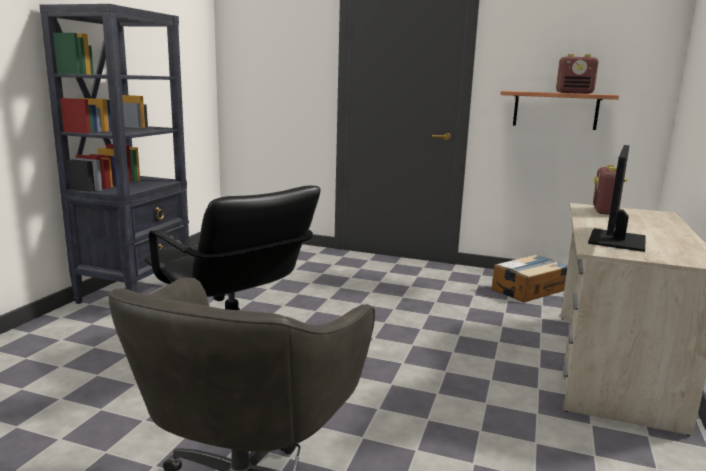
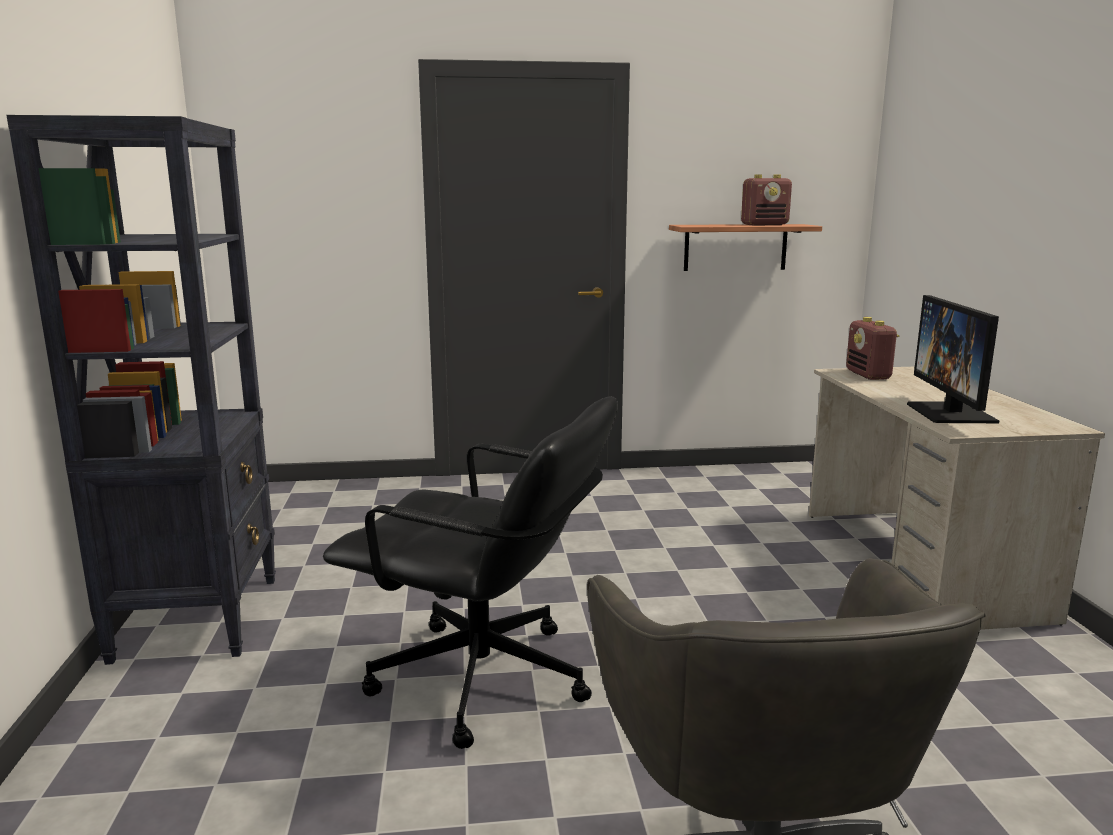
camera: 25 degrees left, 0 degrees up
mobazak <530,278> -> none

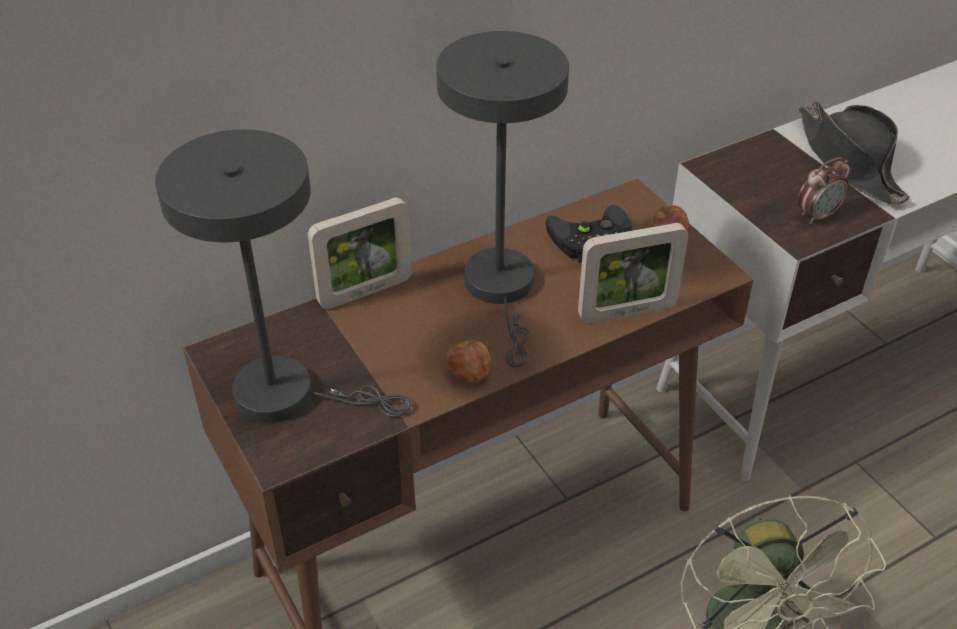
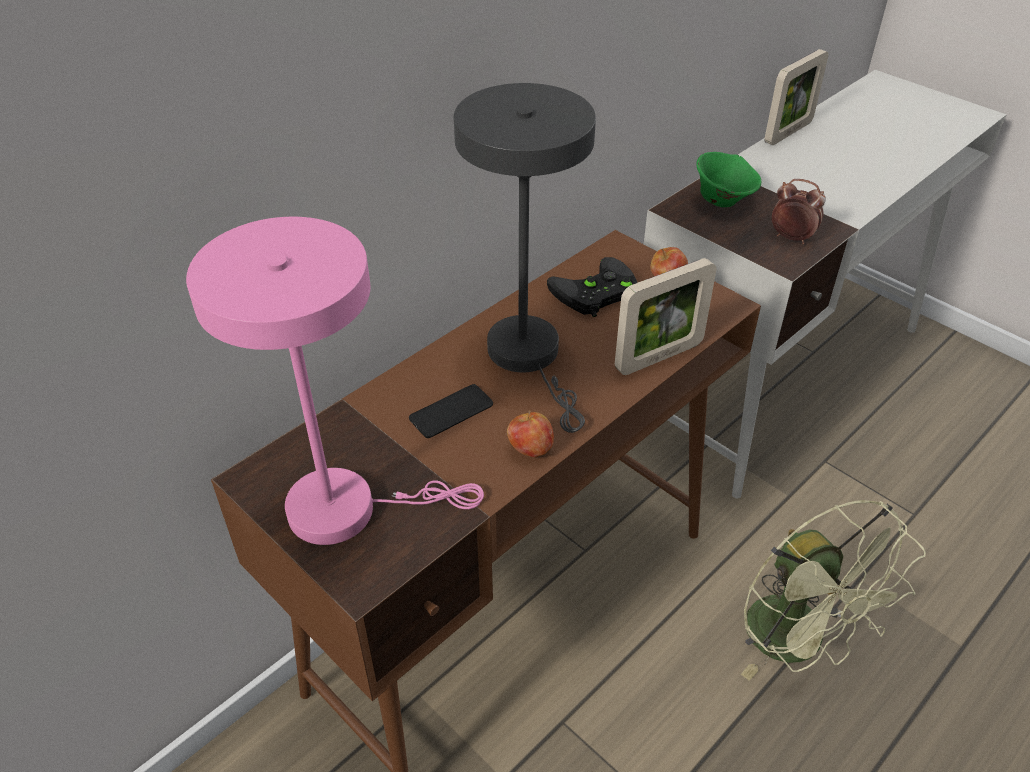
camera: 15 degrees left, 0 degrees up
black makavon <854,153> -> none
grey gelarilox <282,276> -> pink gelarilox <335,381>
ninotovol <824,190> -> ninotovol <799,211>, 105 degrees counterclockwise
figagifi <360,253> -> figagifi <796,97>, move
none -> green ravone <728,179>
none -> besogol <451,411>

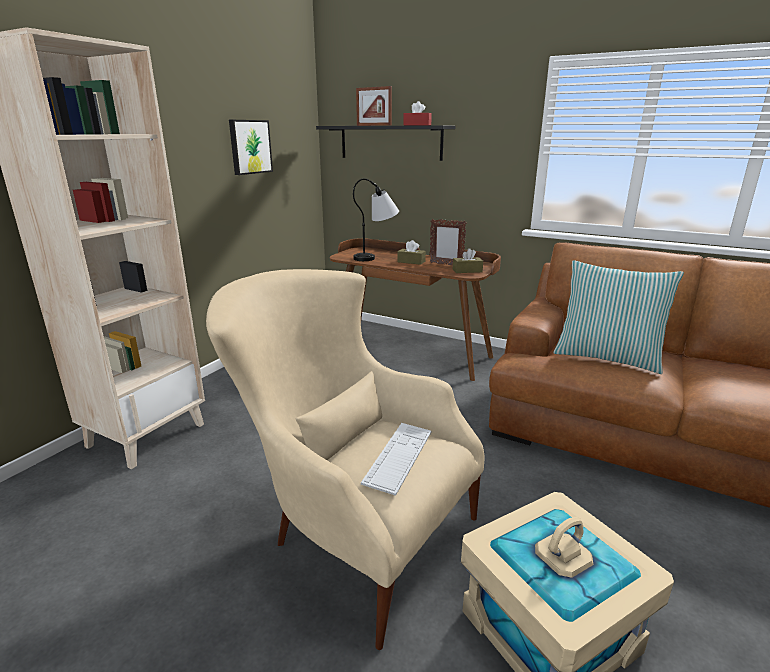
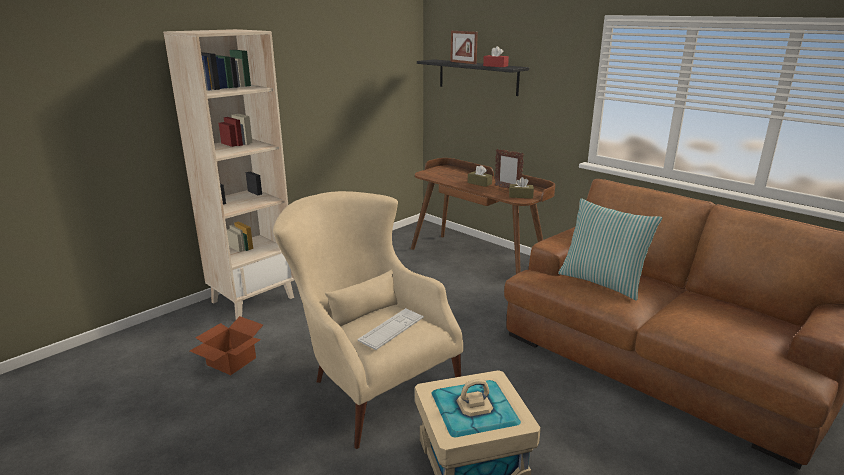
camera: 15 degrees right, 0 degrees up
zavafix <251,147> -> none
gelarilox <376,220> -> none
none -> mobazak <226,345>

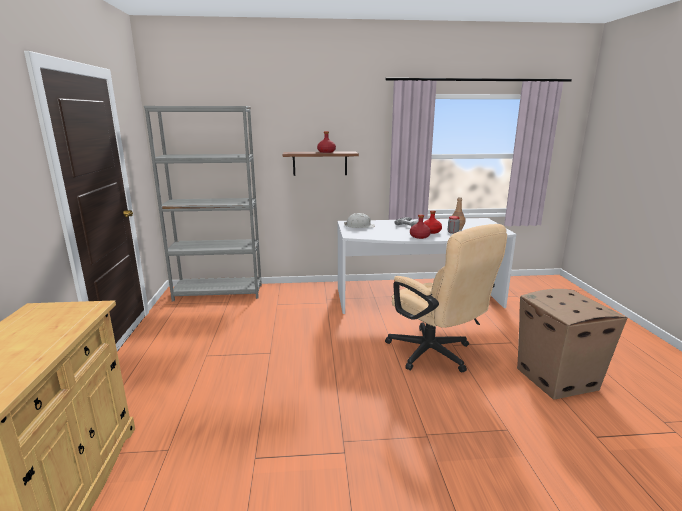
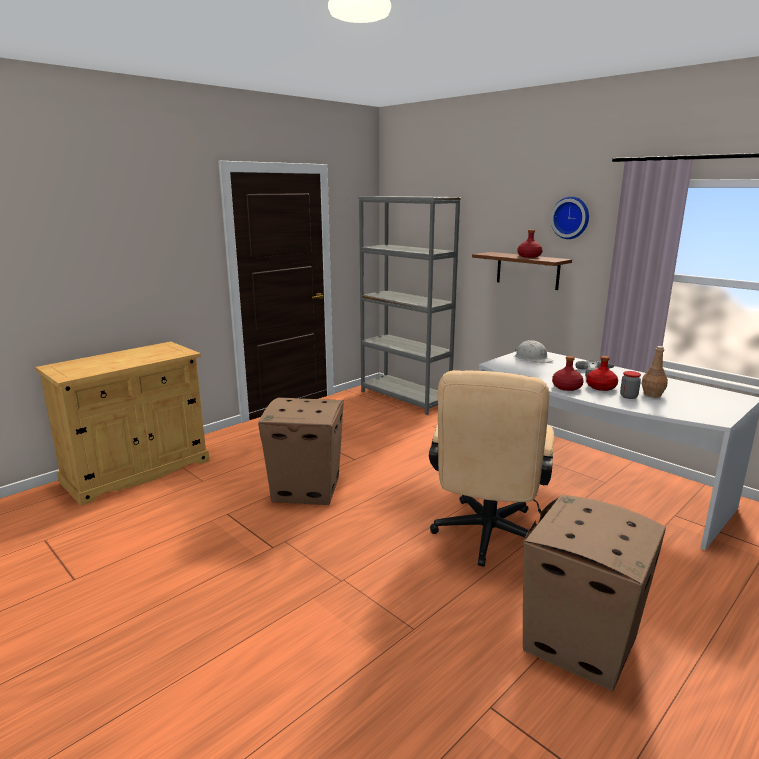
camera: 50 degrees right, 0 degrees up
none -> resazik <570,217>
none -> mobazak <301,451>

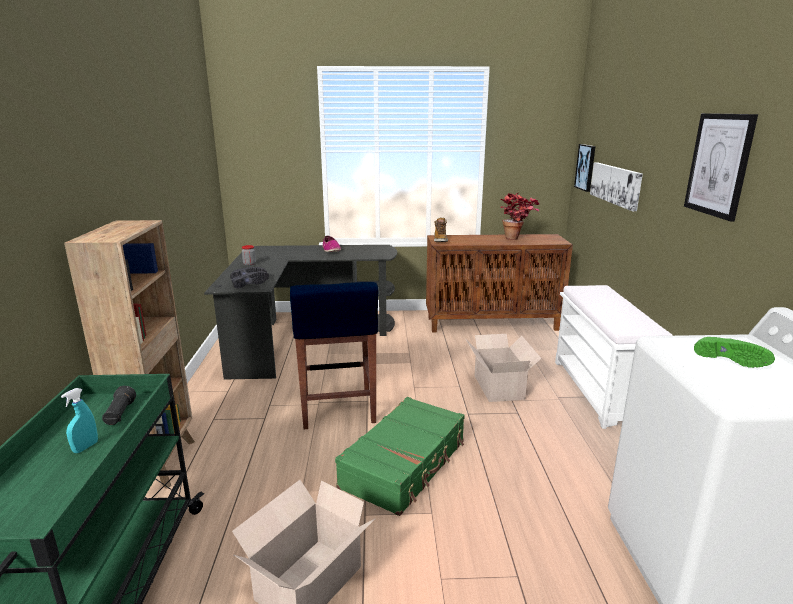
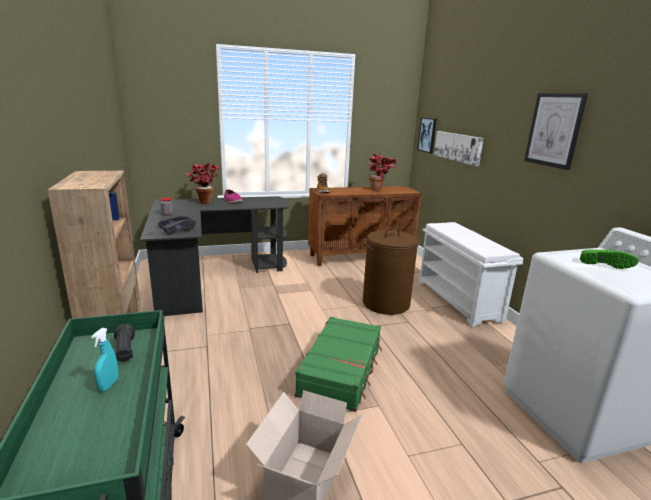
camera: 15 degrees left, 0 degrees up
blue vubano <334,355> -> none
mobazak <504,368> -> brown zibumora <391,270>
none -> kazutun <202,183>

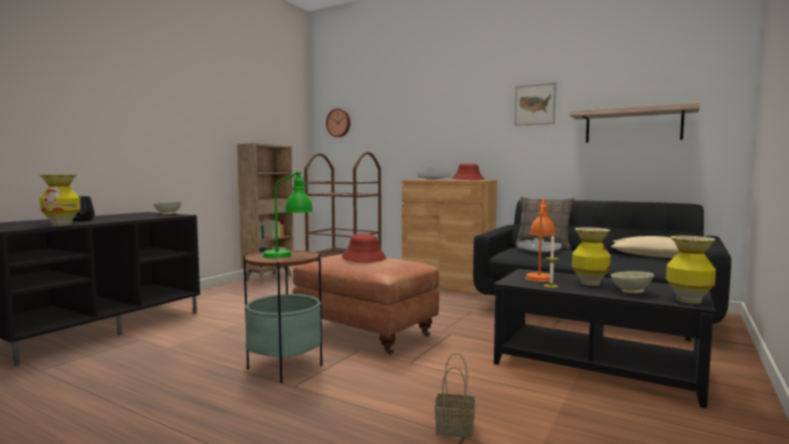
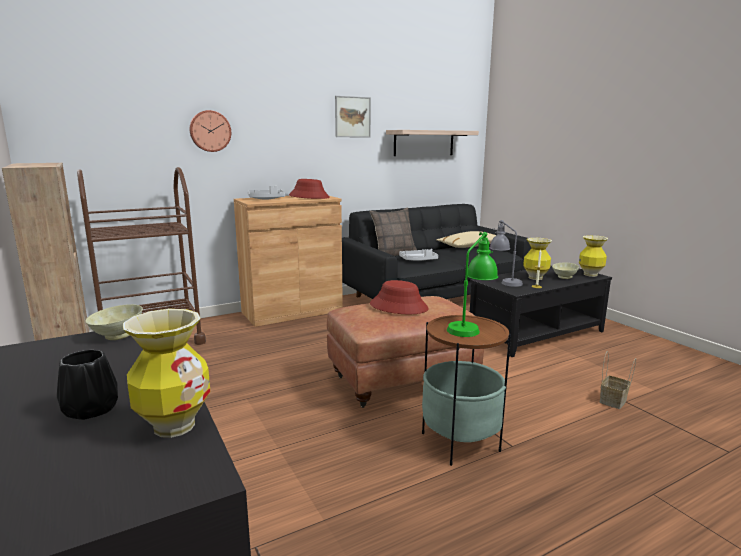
camera: 60 degrees left, 10 degrees up
resazik <338,123> -> resazik <210,131>, move
orange gelarilox <540,240> -> grey gelarilox <506,253>

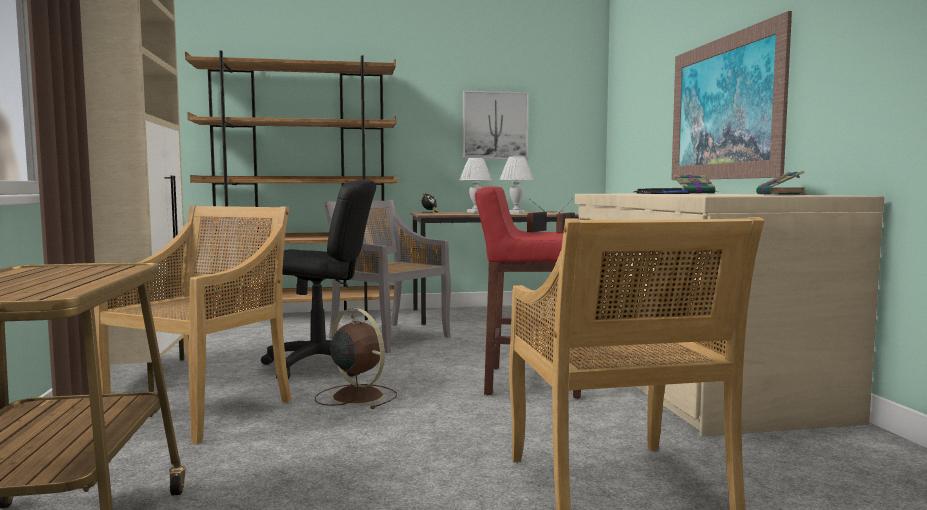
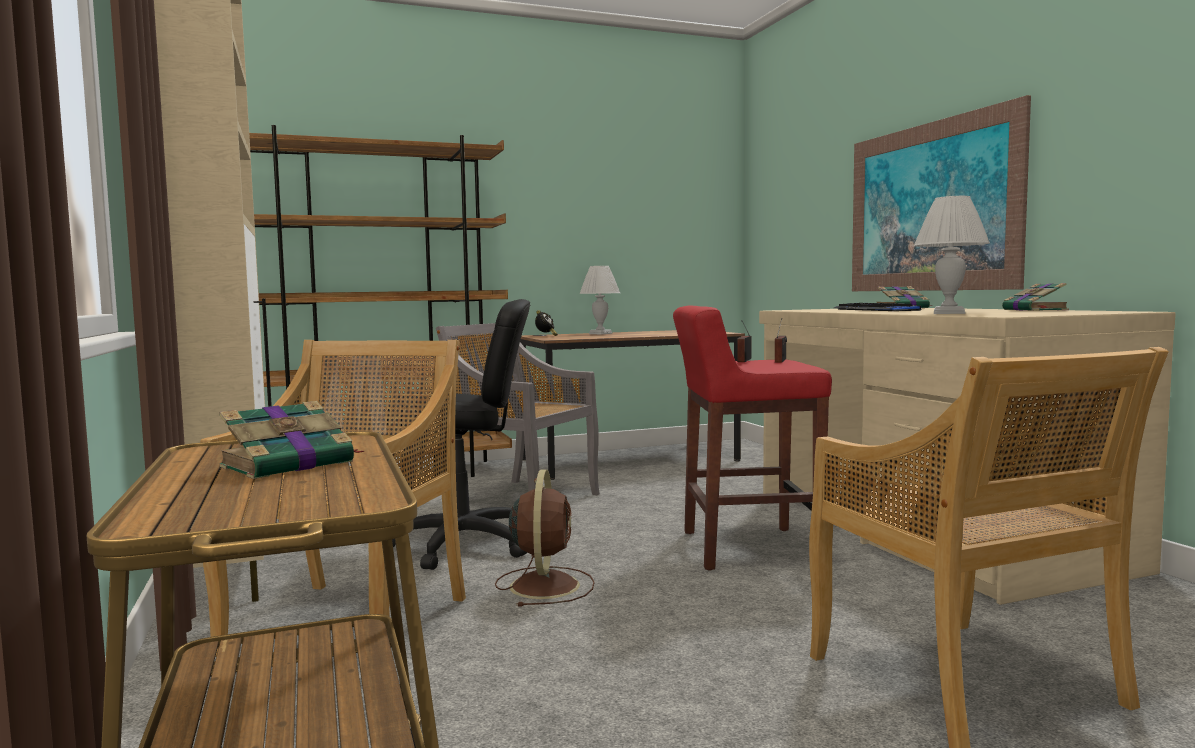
camera: 10 degrees left, 0 degrees up
zavafix <496,125> -> none
white gelarilox <517,185> -> white gelarilox <952,255>, move
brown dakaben <356,358> -> brown dakaben <545,538>, 60 degrees clockwise
none -> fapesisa <291,440>

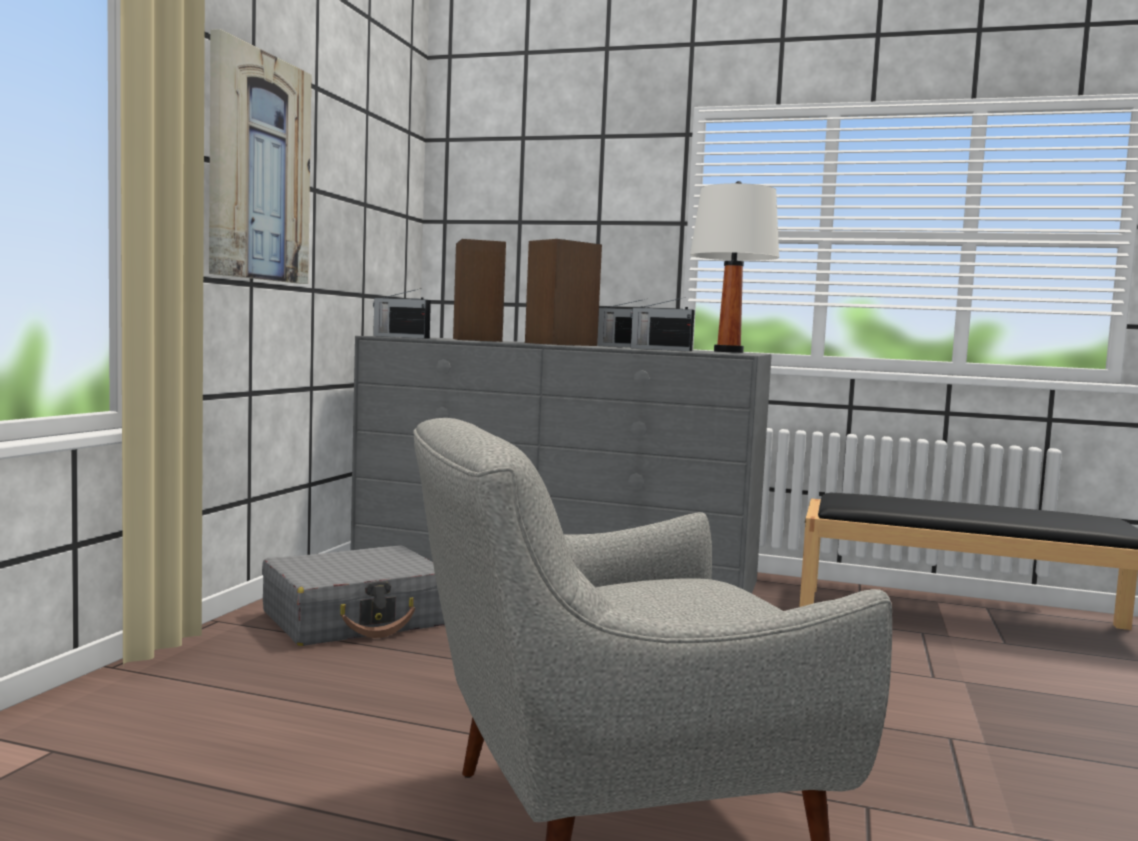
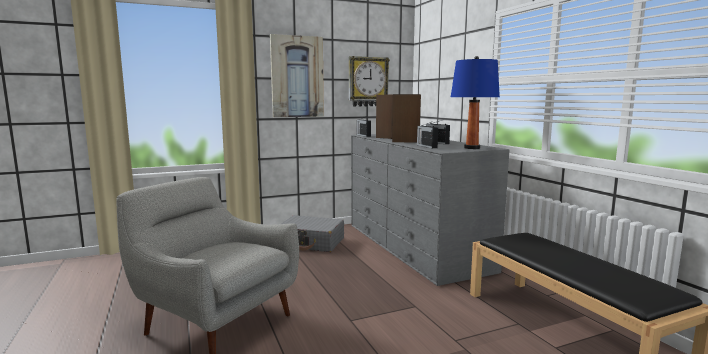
camera: 50 degrees right, 5 degrees up
white gelarilox <734,267> -> blue gelarilox <475,102>
none -> resazik <369,81>

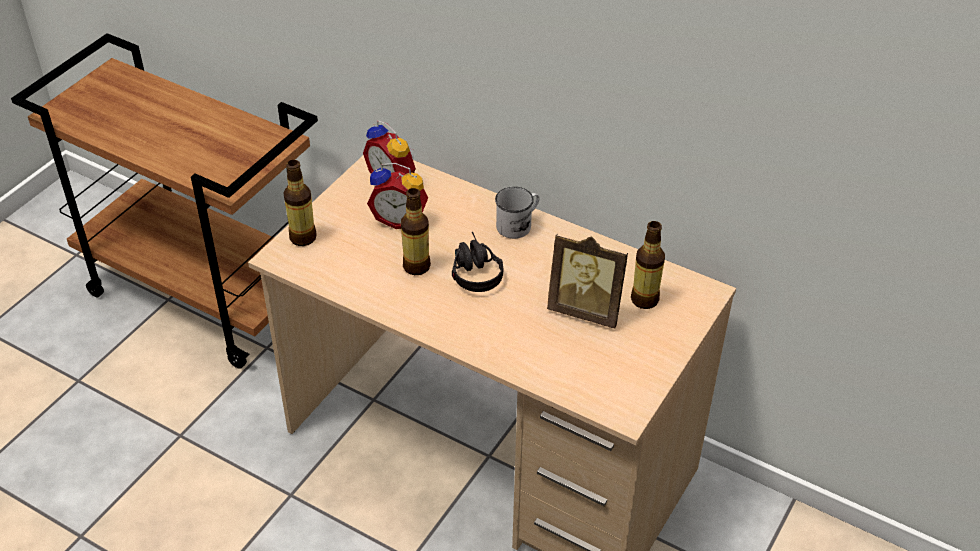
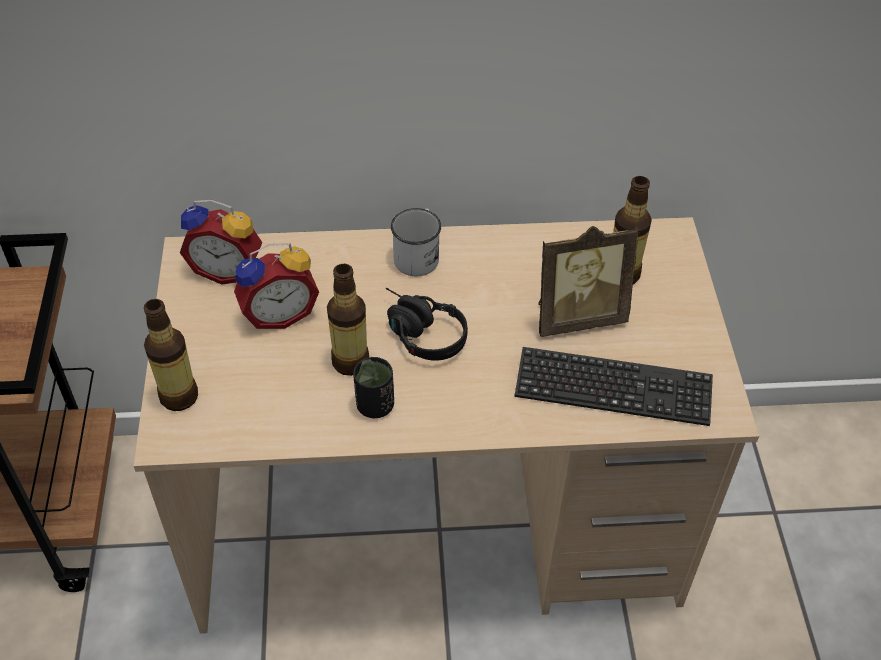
camera: 35 degrees left, 5 degrees up
none -> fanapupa <613,386>
none -> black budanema <373,387>

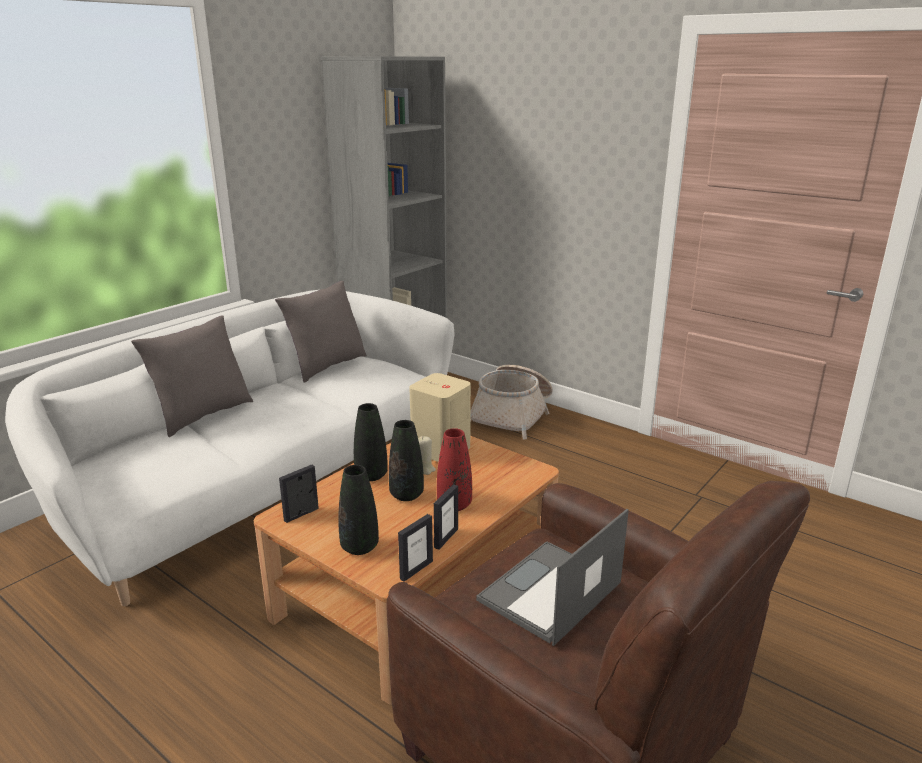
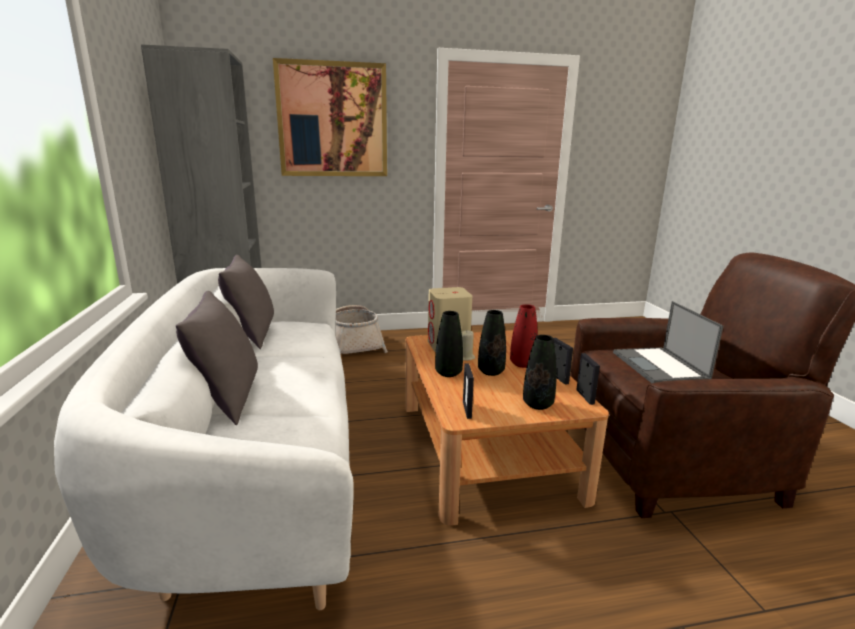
camera: 50 degrees left, 5 degrees down
none -> zavafix <330,117>

